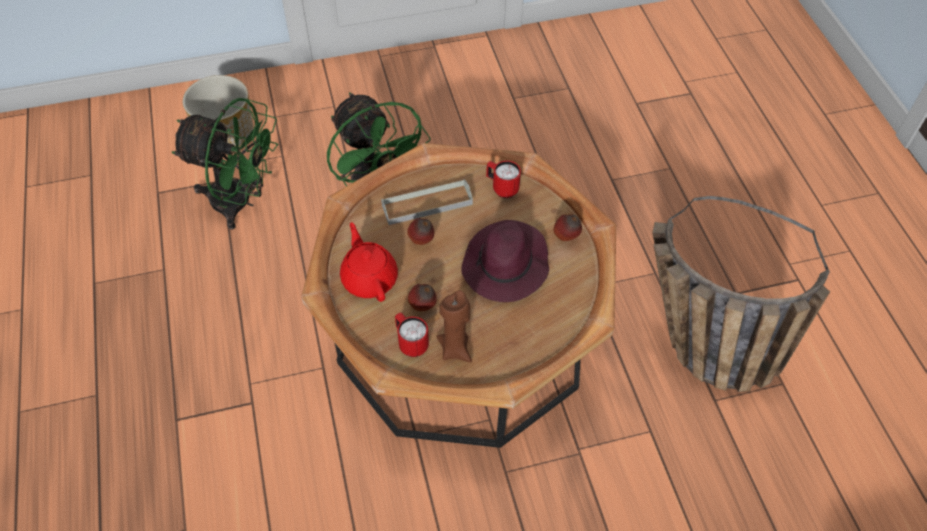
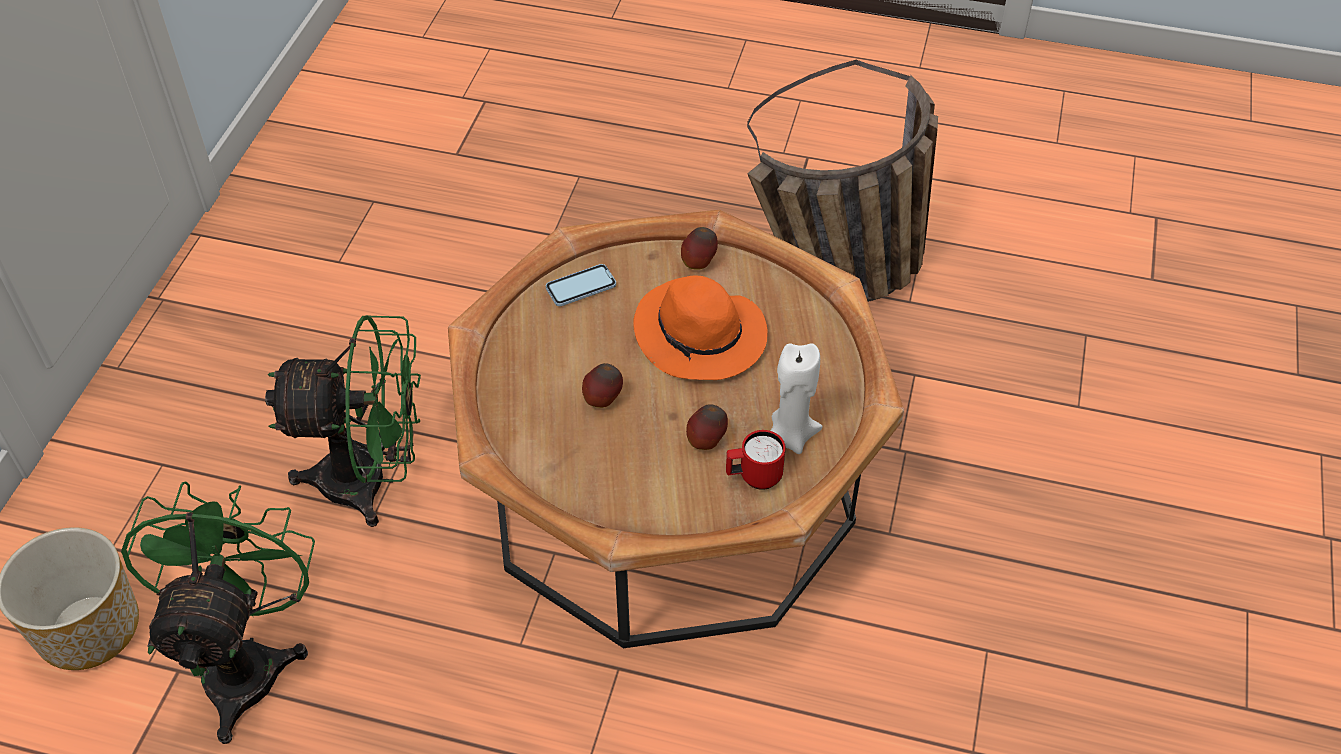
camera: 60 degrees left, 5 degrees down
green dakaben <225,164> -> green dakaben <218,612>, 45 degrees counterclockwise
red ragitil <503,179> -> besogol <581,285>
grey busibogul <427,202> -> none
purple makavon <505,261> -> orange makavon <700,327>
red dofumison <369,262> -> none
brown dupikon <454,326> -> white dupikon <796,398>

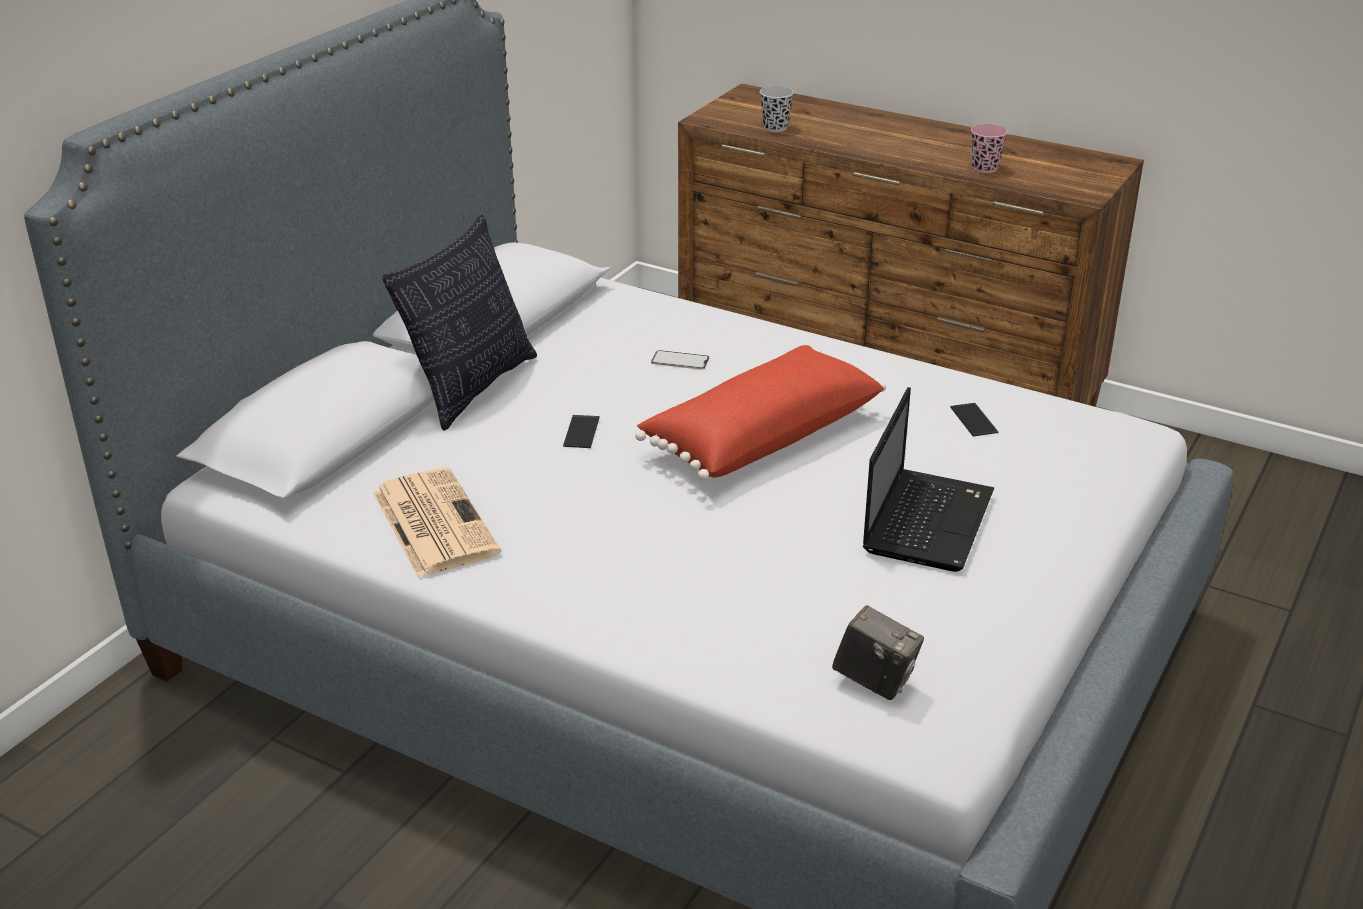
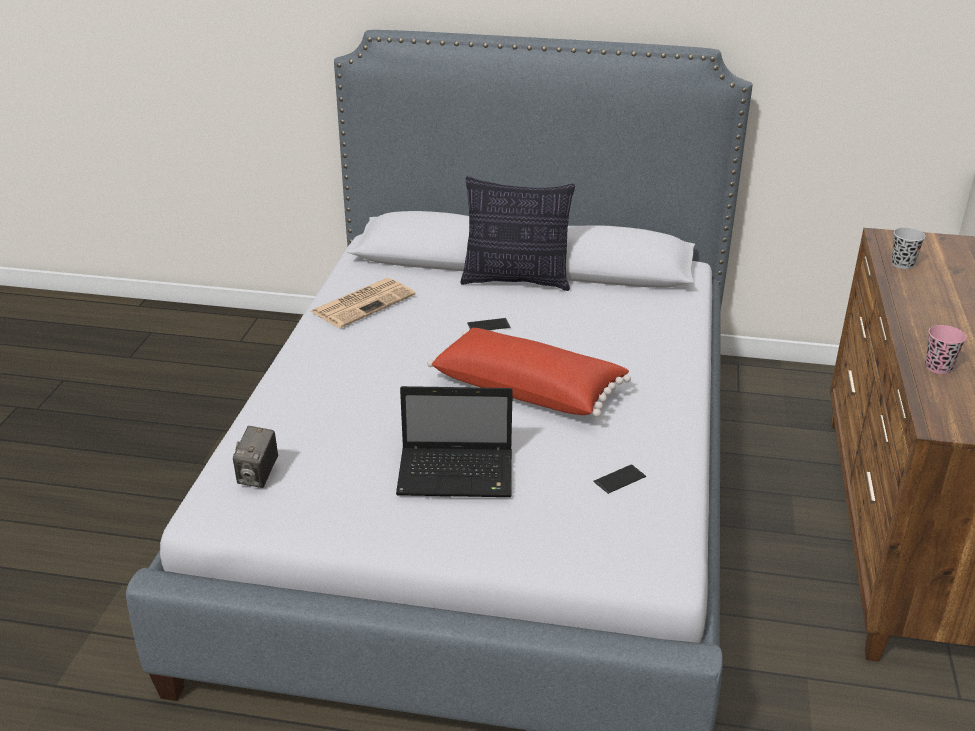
camera: 70 degrees right, 0 degrees up
besogol <680,360> -> none

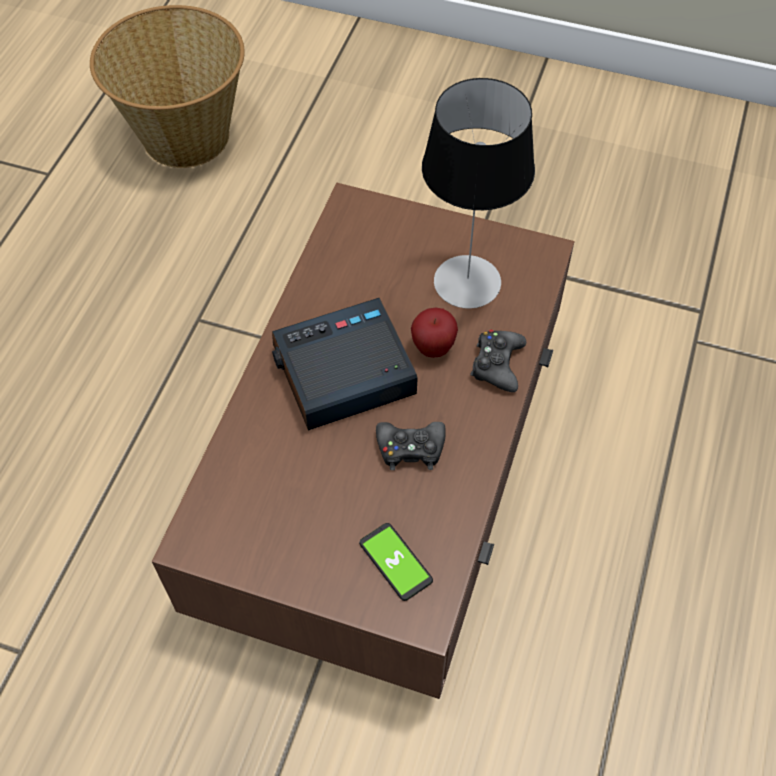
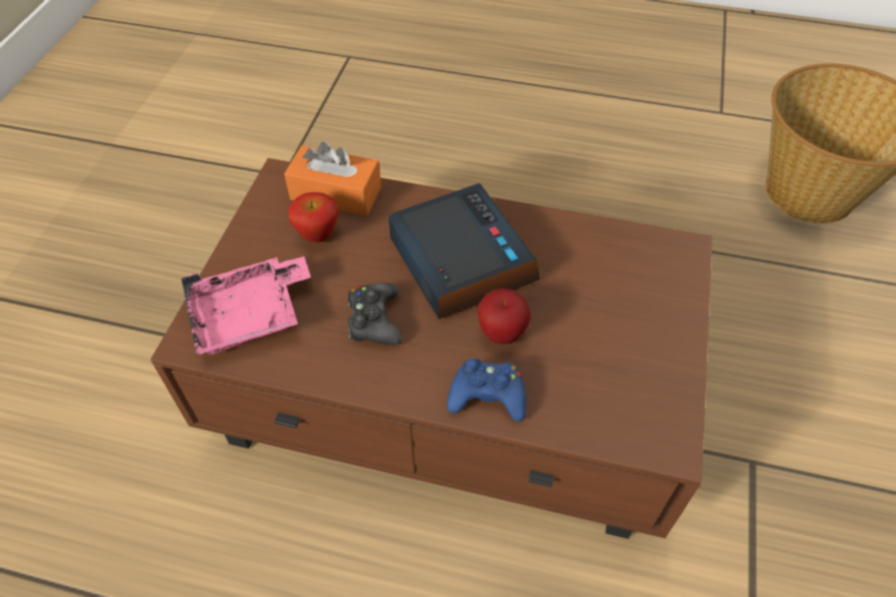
camera: 85 degrees right, 5 degrees down
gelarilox <478,193> -> none
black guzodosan <498,361> -> blue guzodosan <486,390>
besogol <396,562> -> pink busibogul <246,305>
none -> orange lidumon <332,178>
none -> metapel <313,217>

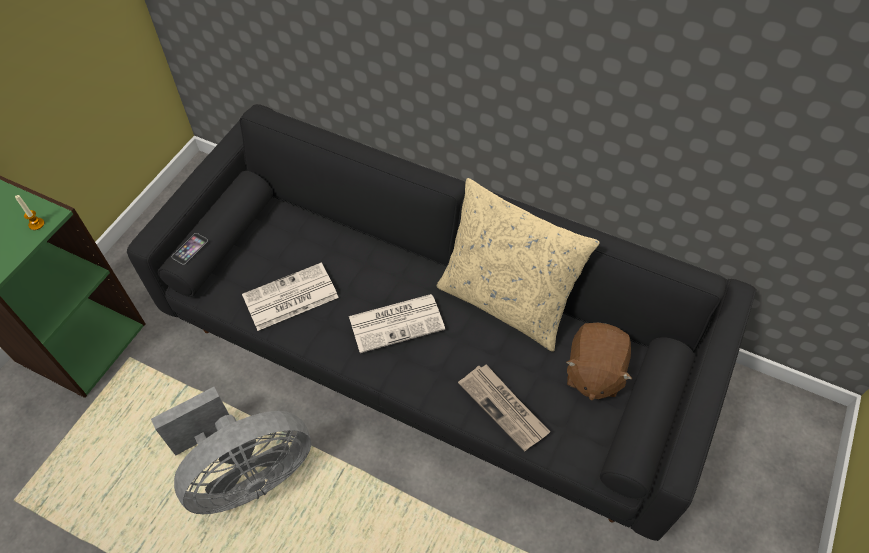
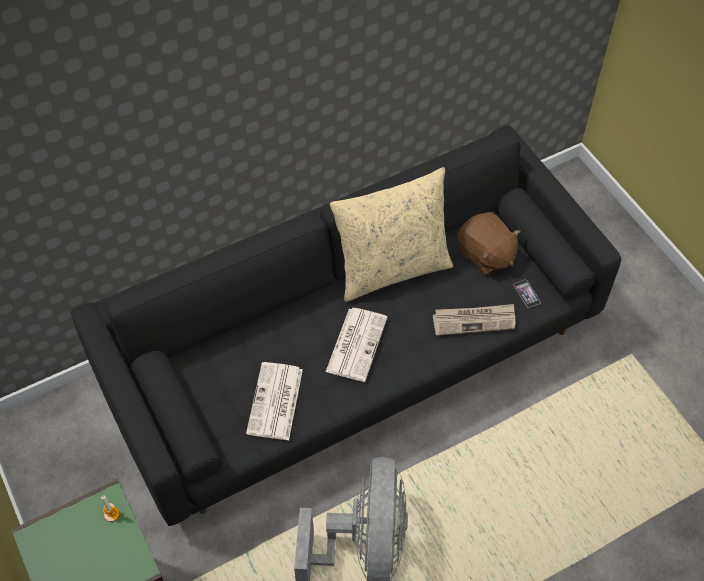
camera: 55 degrees left, 0 degrees up
besogol <189,249> -> besogol <527,294>, move

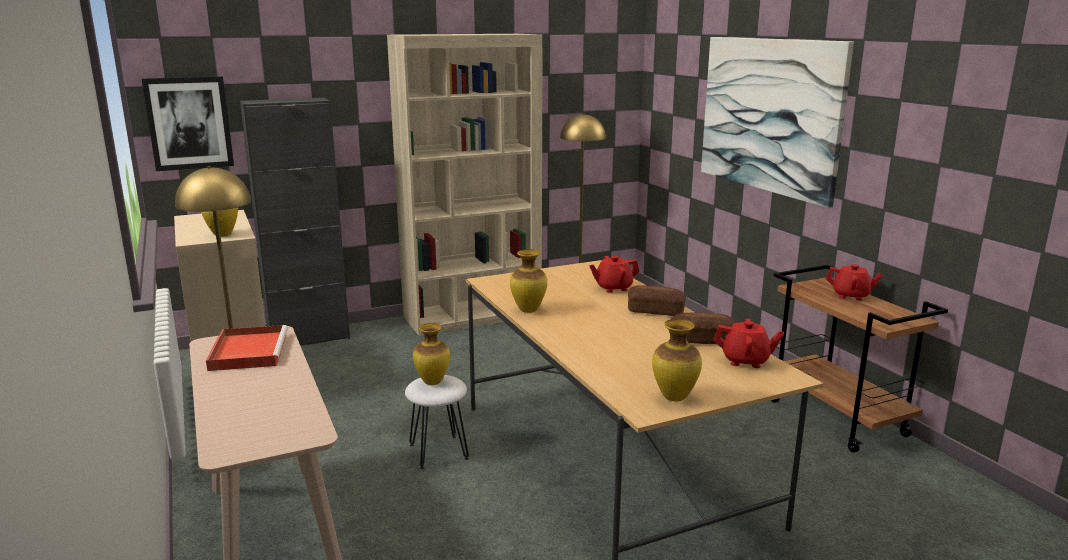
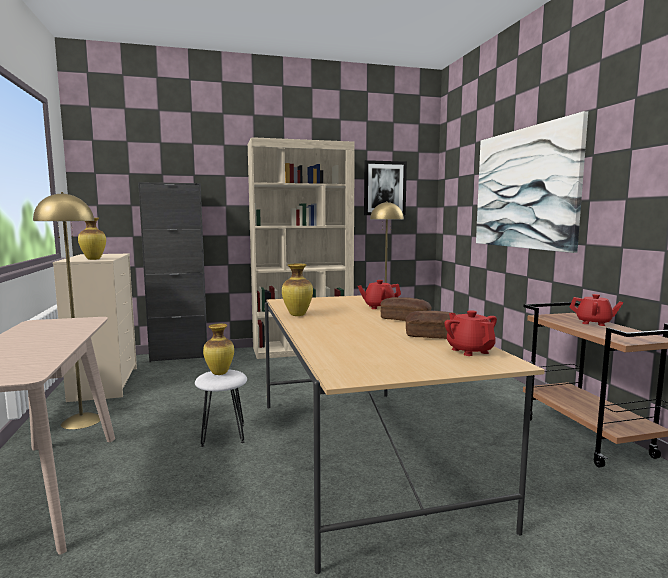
camera: 10 degrees right, 10 degrees down
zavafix <188,123> -> zavafix <385,187>, move
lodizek <677,360> -> none
red dofumison <748,343> -> red dofumison <471,333>, 135 degrees counterclockwise
red busibogul <247,348> -> none

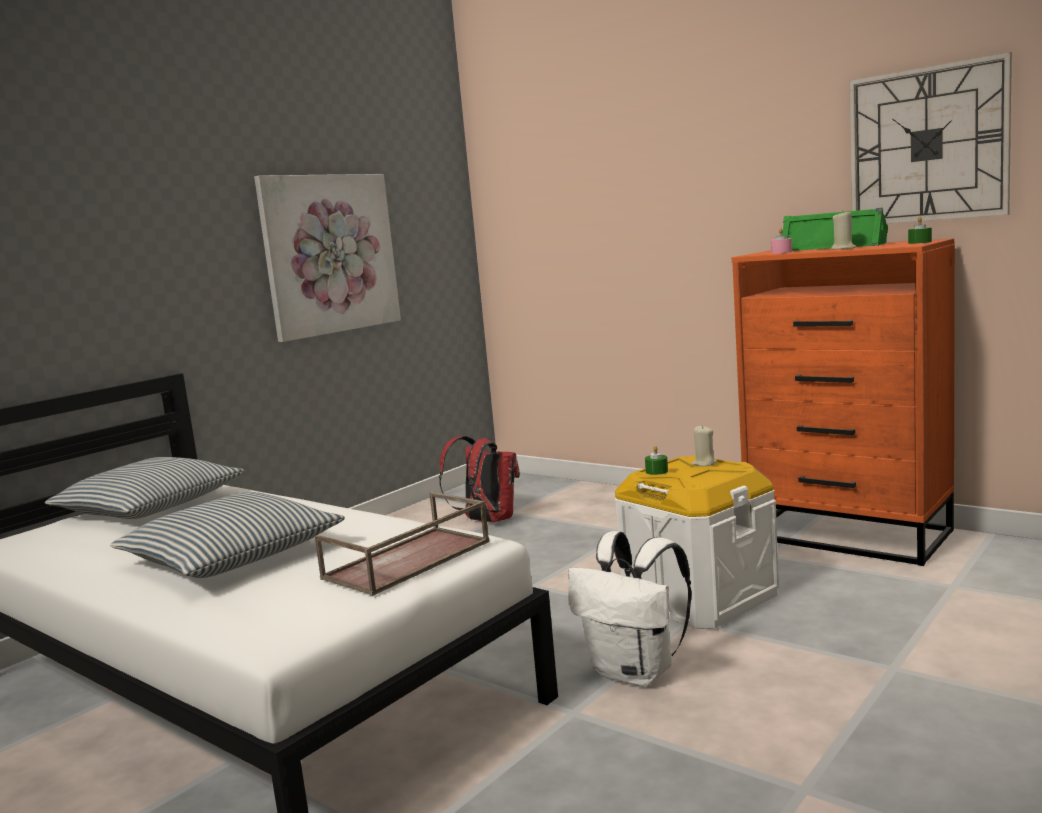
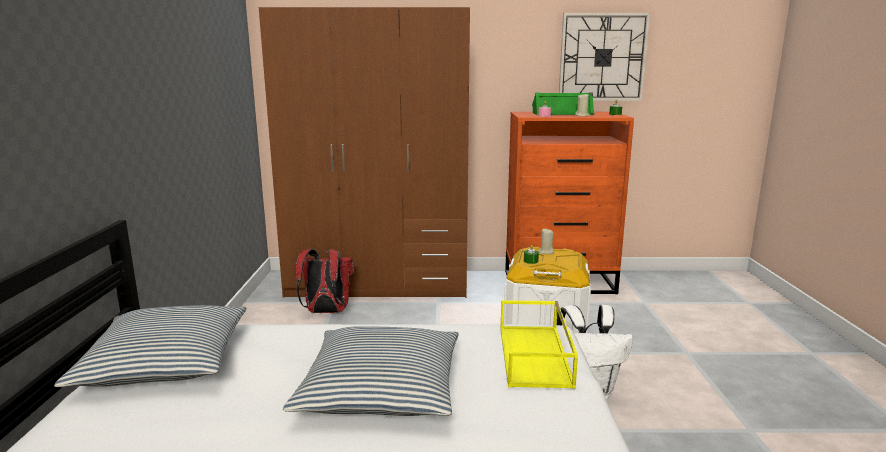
camera: 40 degrees left, 5 degrees up
zavafix <327,258> -> none
brown busibogul <402,544> -> yellow busibogul <539,344>
none -> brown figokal <364,152>

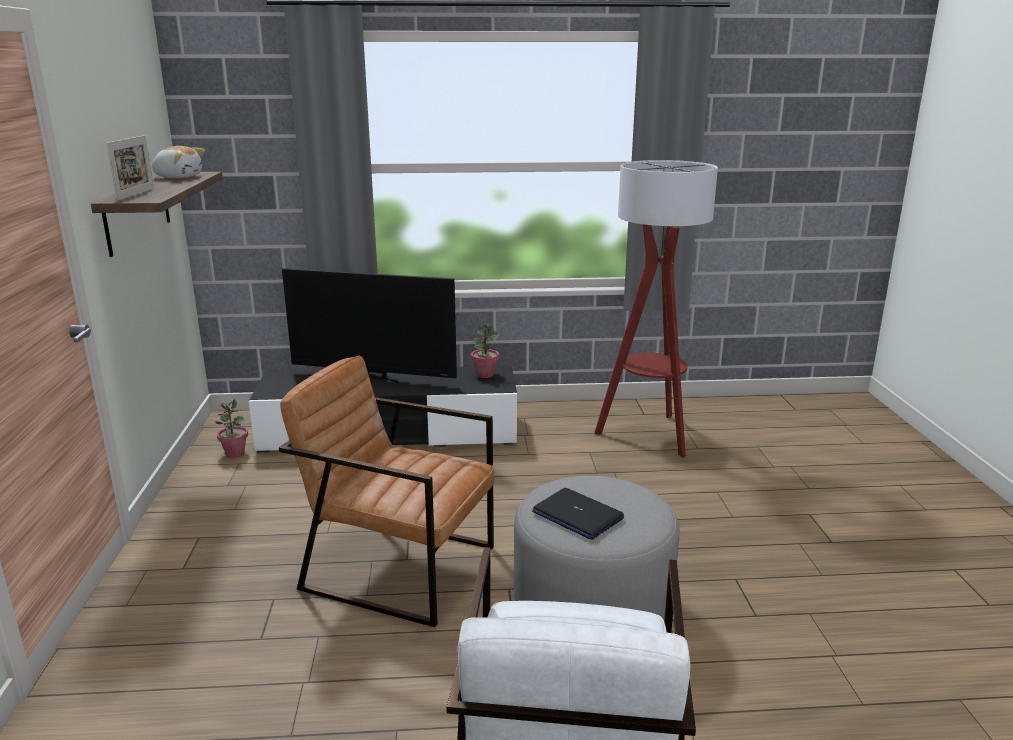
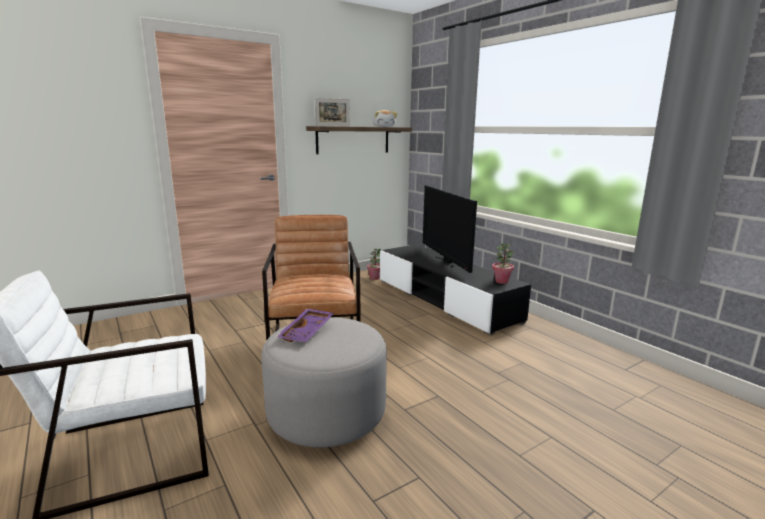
camera: 60 degrees right, 5 degrees down
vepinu <656,309> -> none
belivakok <578,514> -> purple busibogul <305,325>

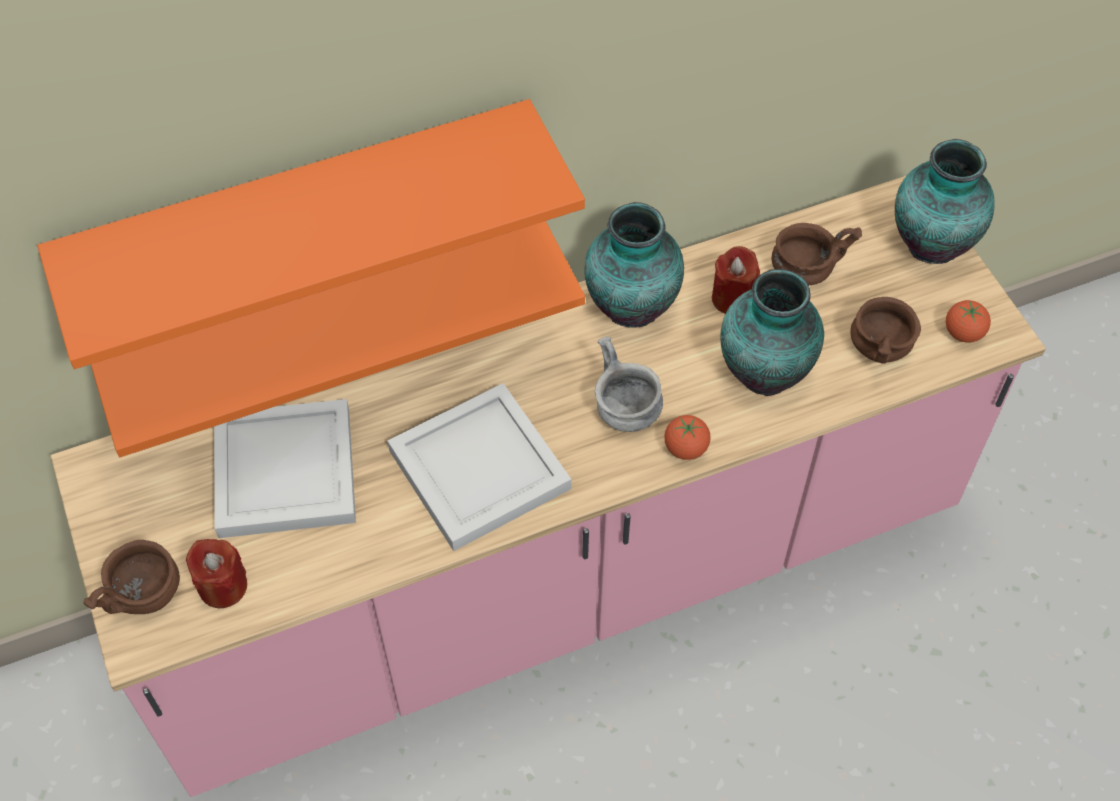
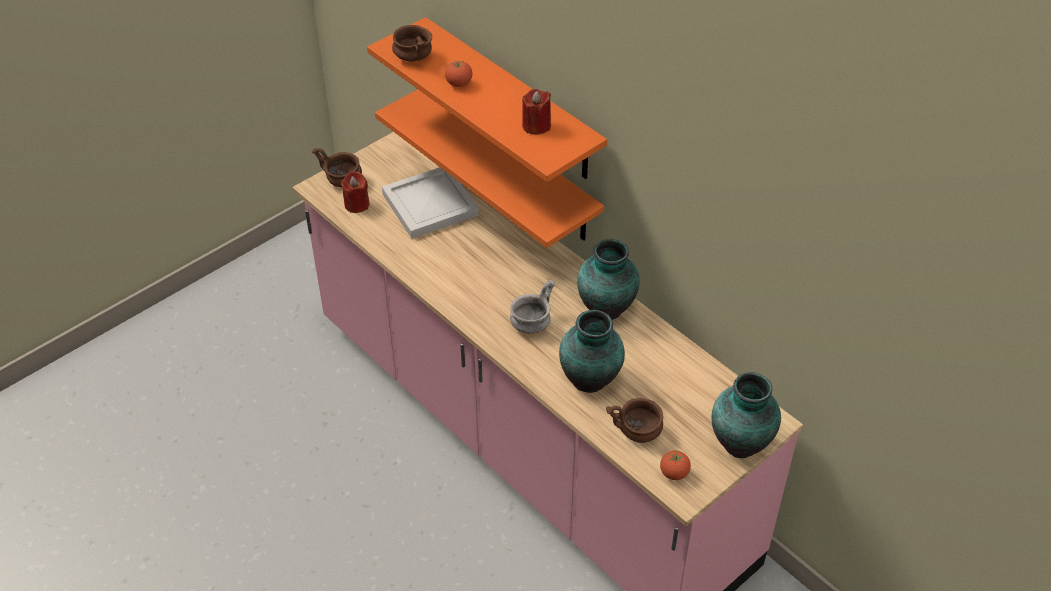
camera: 70 degrees right, 10 degrees down
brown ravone <816,254> -> brown ravone <412,43>, move
red dupikon <736,280> -> red dupikon <536,111>, move
white busibogul <479,467> -> none
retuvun <687,437> -> retuvun <458,74>, move

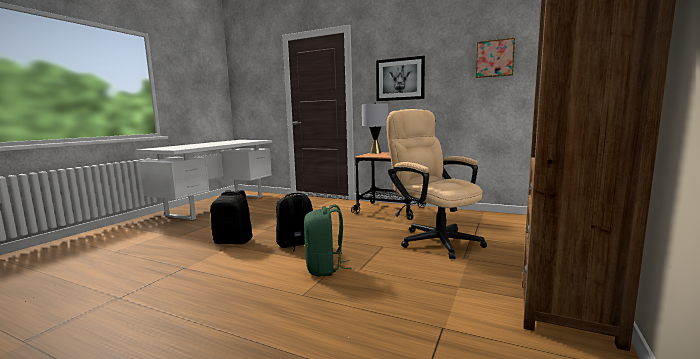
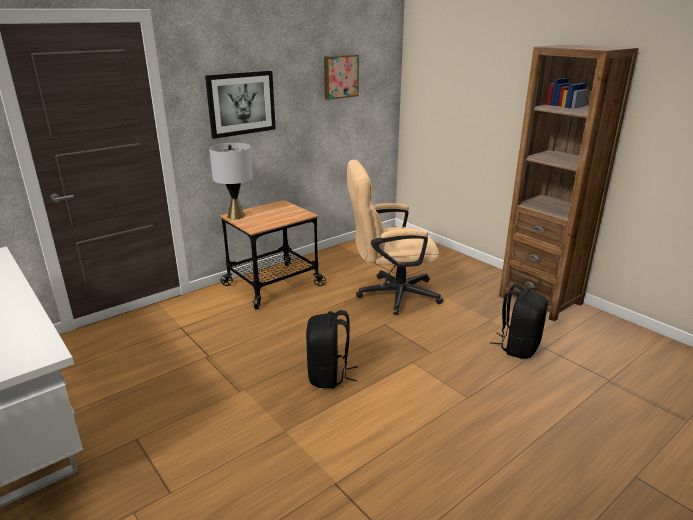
camera: 65 degrees left, 15 degrees up
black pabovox <231,217> -> black pabovox <519,321>, move
green pabovox <328,240> -> none

